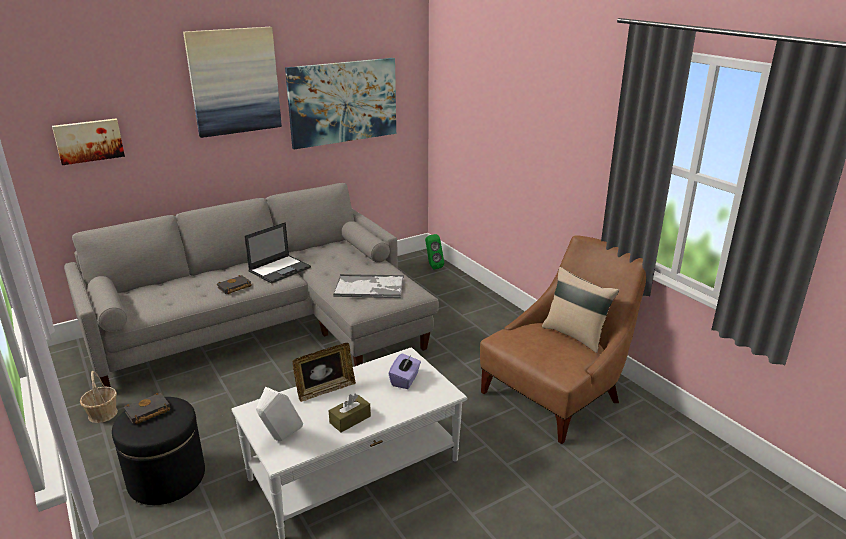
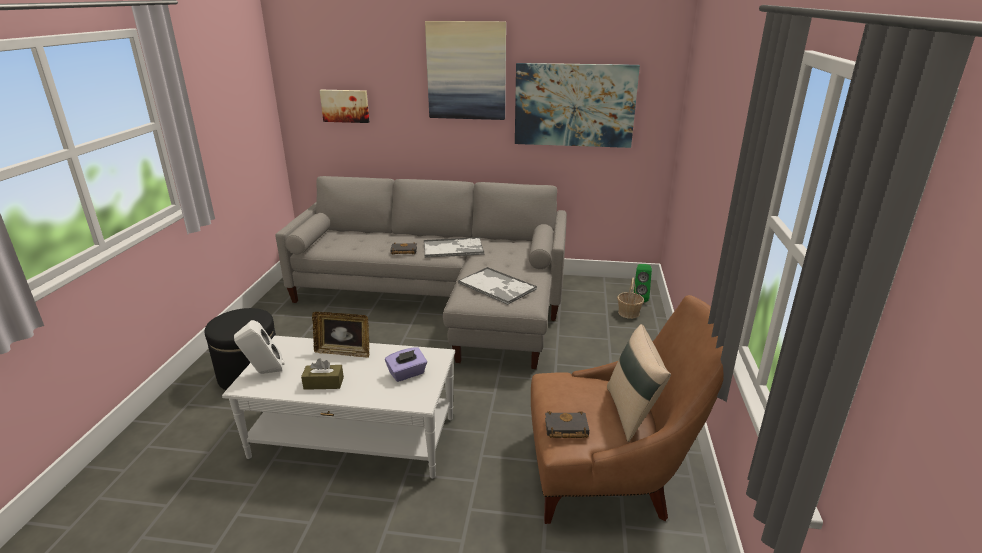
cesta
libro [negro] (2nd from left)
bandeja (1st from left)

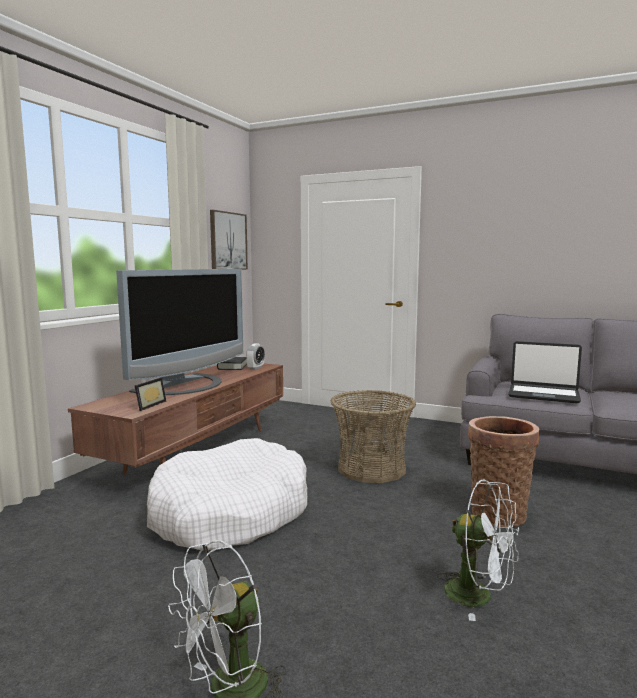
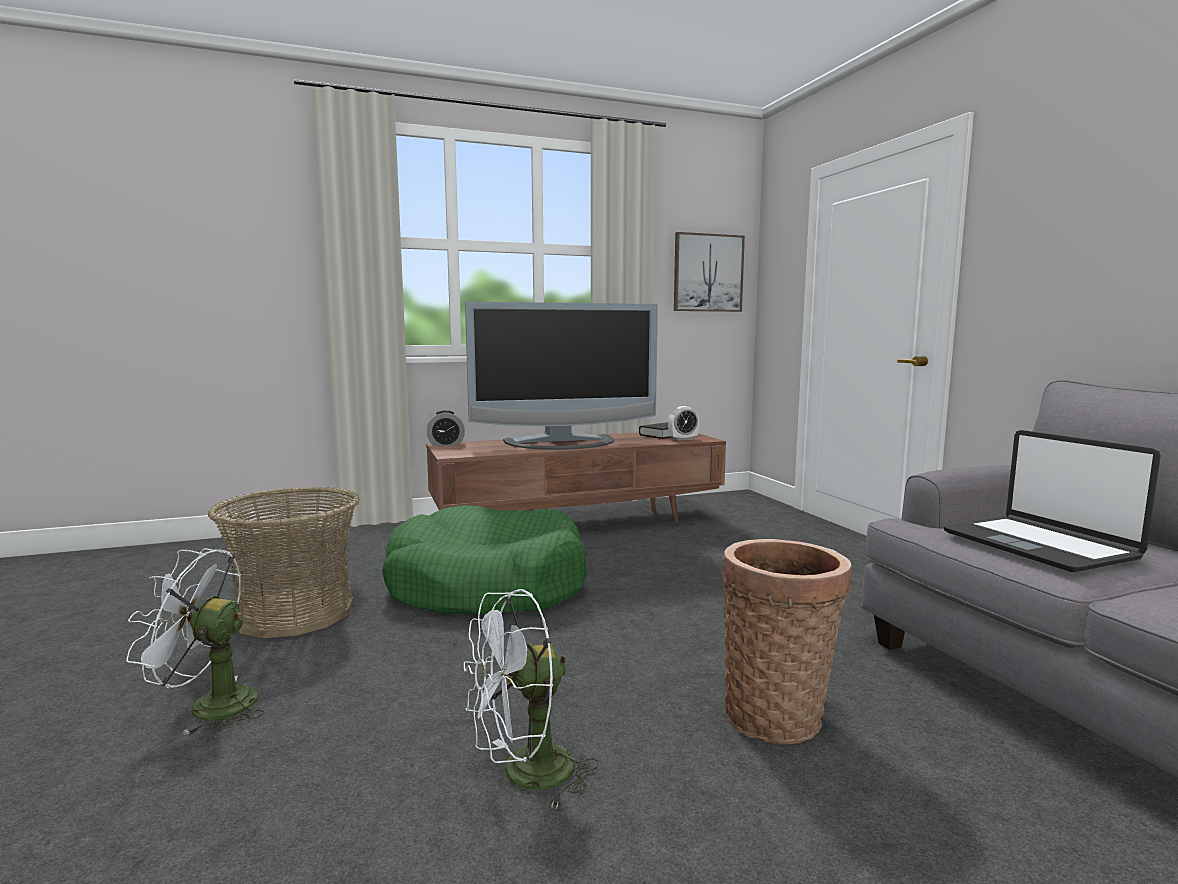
portarretratos
cama para perro [verde]
cesta (1st from left)
ventilador [blanco] (2nd from left)
despertador (1st from left)

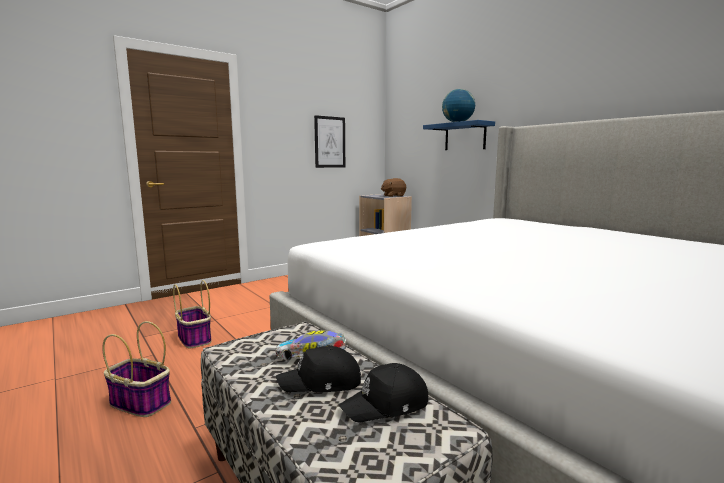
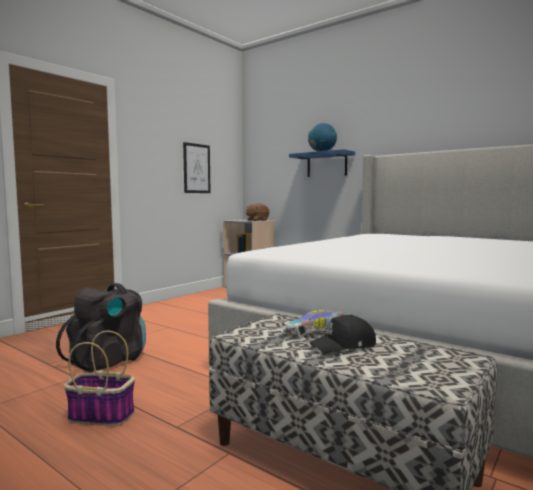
mochila [negro]
gorra [negro] (2nd from left in the first image)

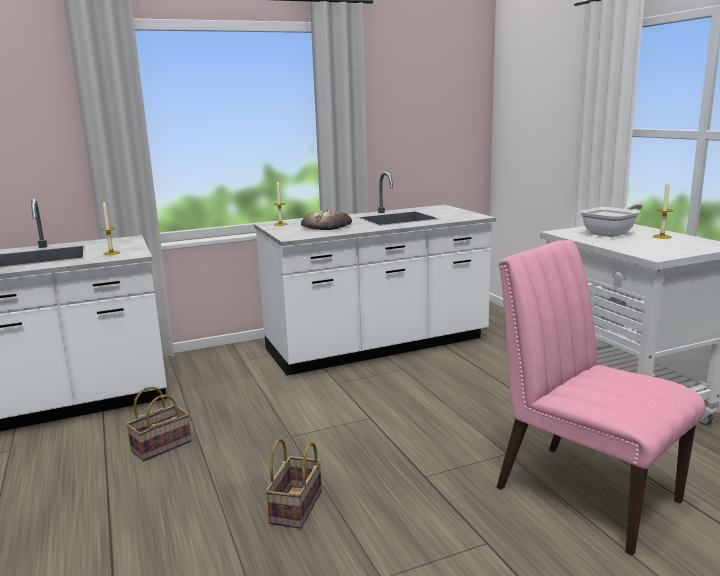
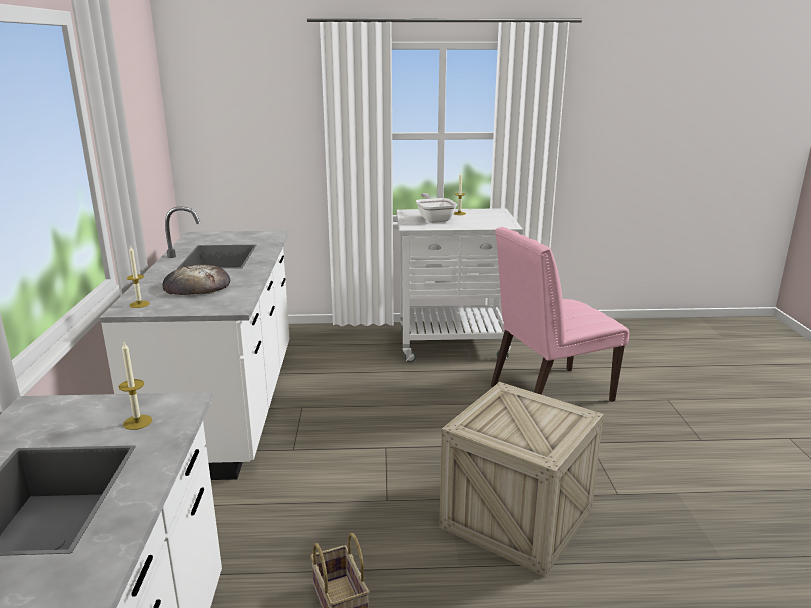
caja de embalaje

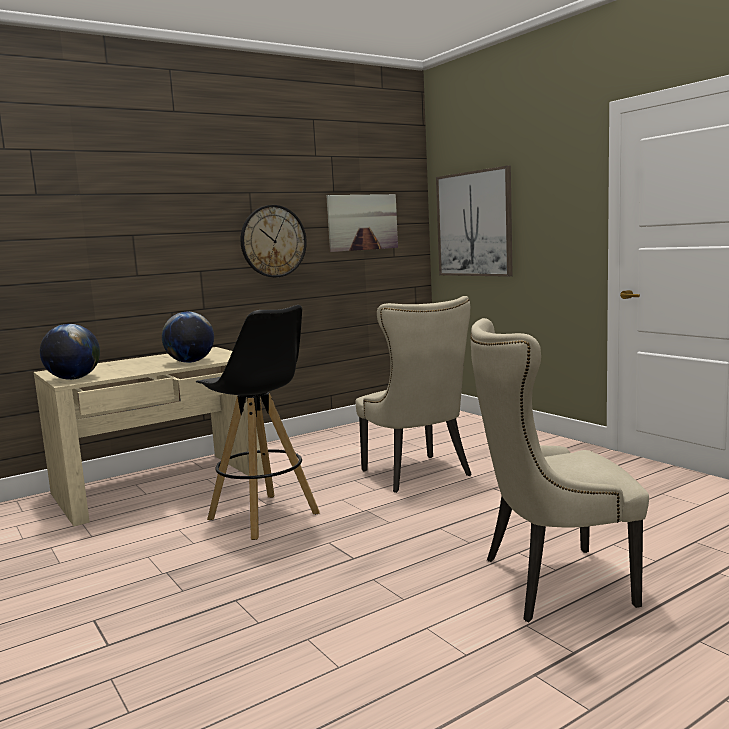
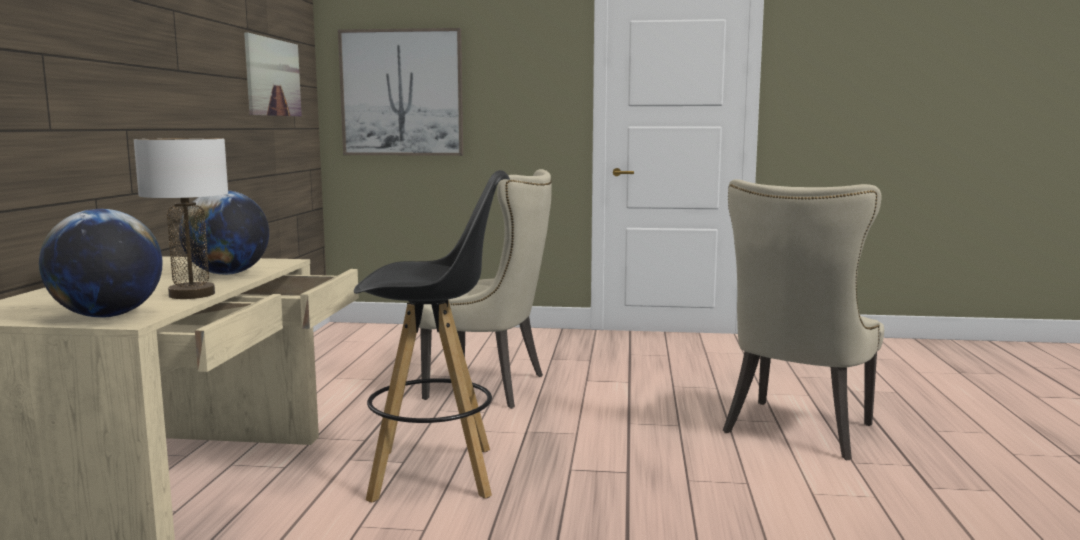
reloj de pared
lámpara de mesa

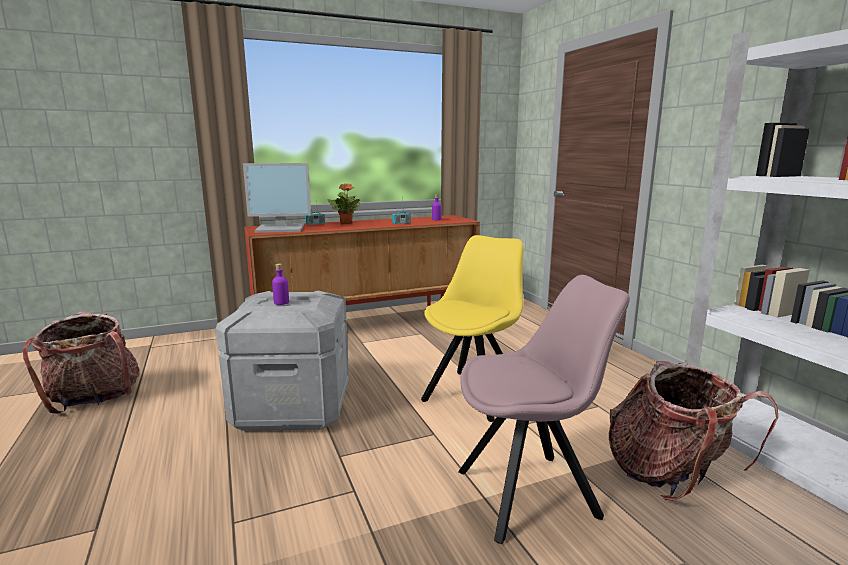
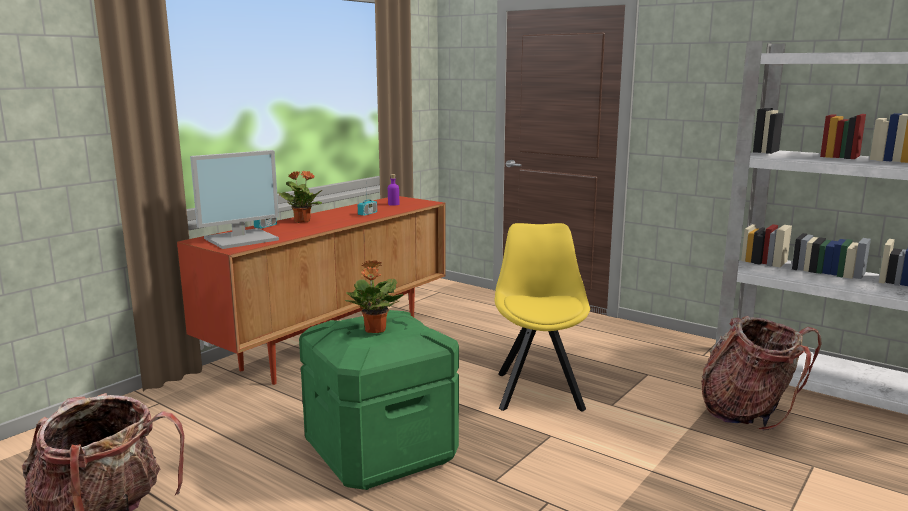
caja de almacenaje [verde]
planta en maceta (2nd from left)
silla [rosa]

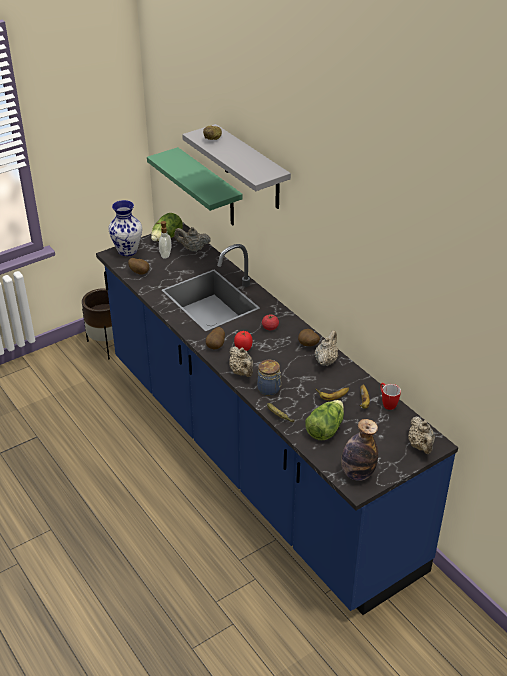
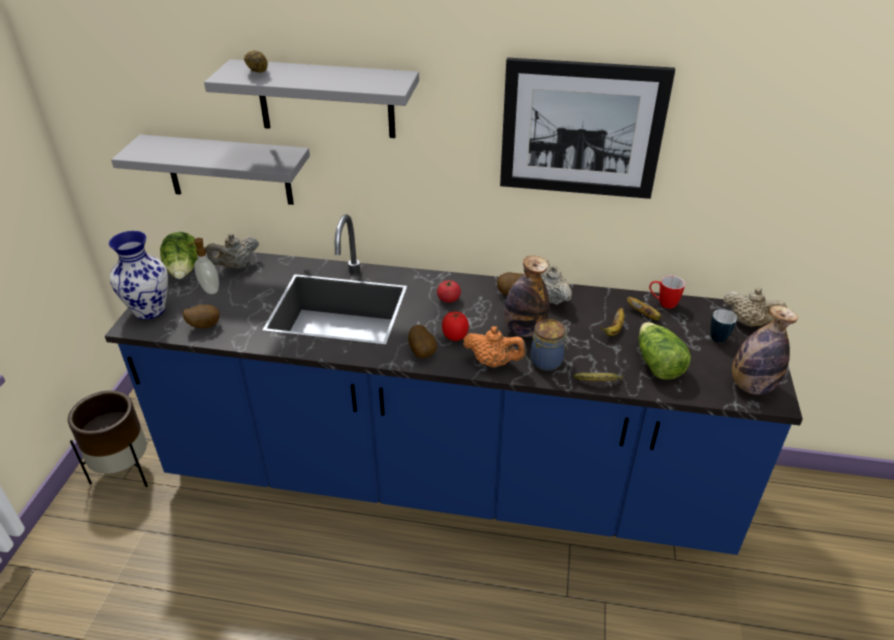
estante [gris] (1st from left)
tetera [naranja]
cuadro
botella (1st from left)
taza grande (2nd from left)

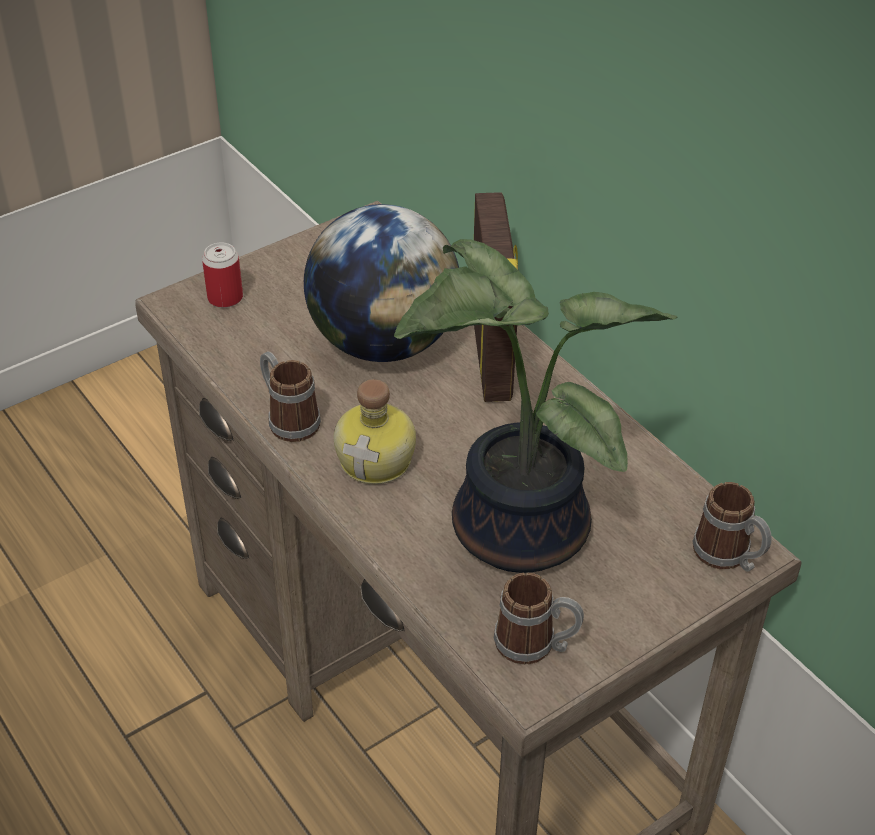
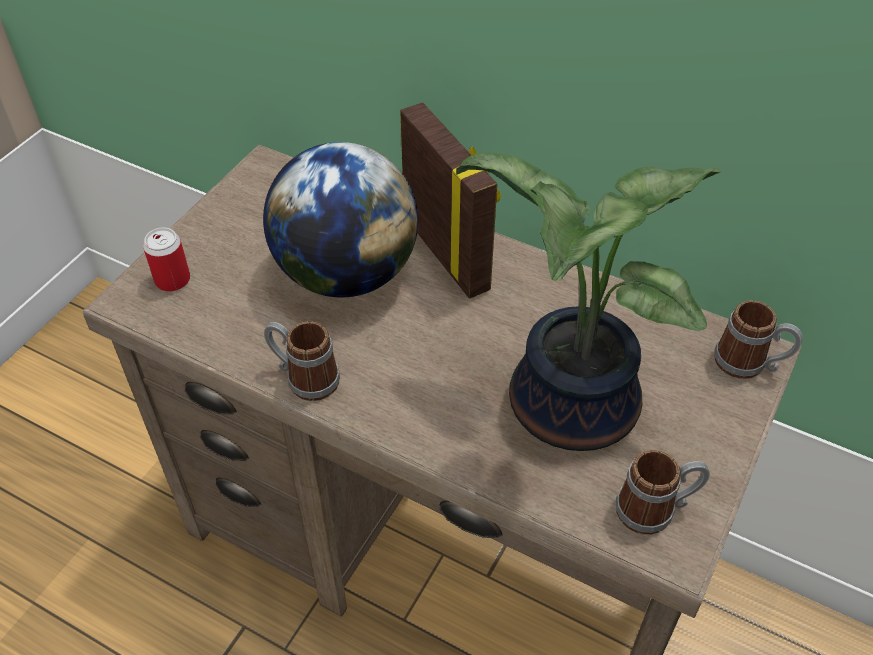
botella

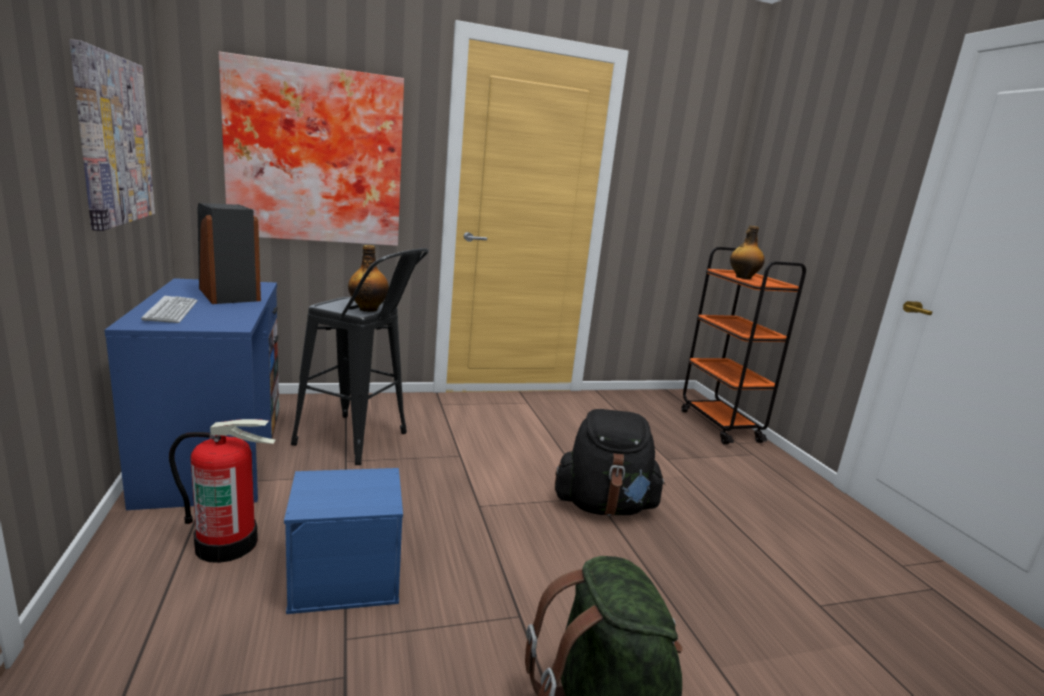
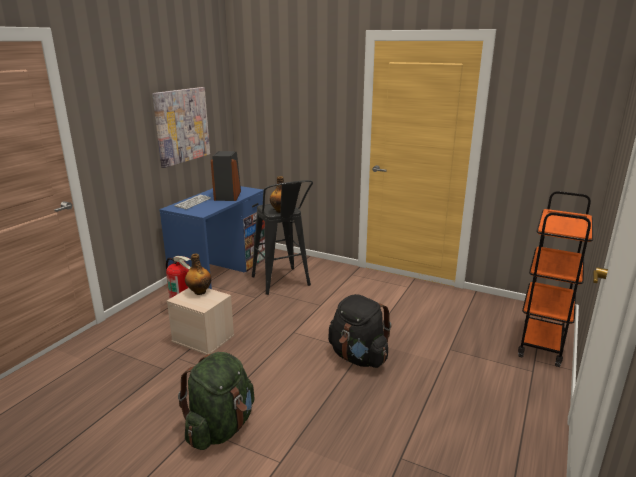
cuadro (2nd from left in the first image)
caja de almacenaje [beis]
botella (1st from left)

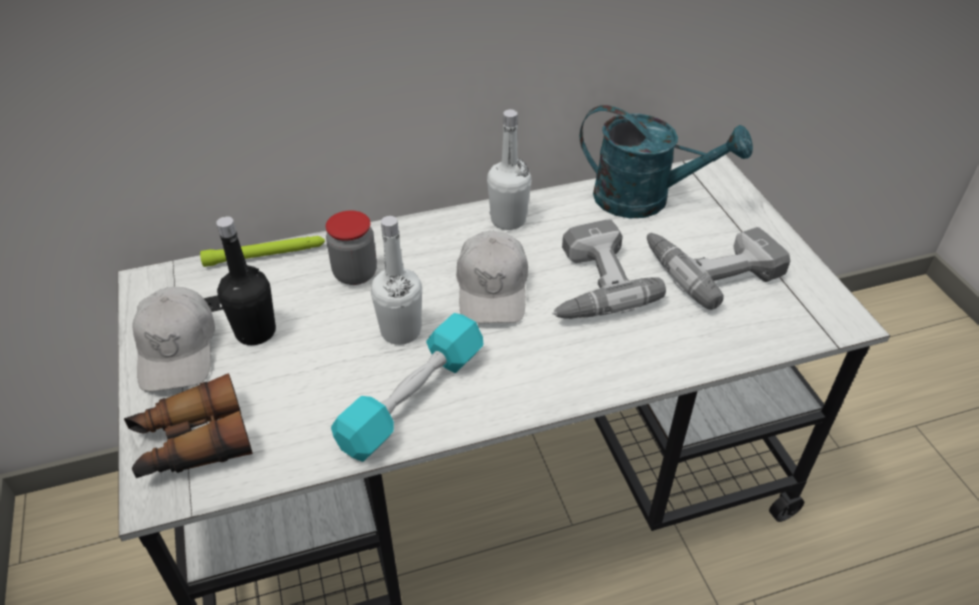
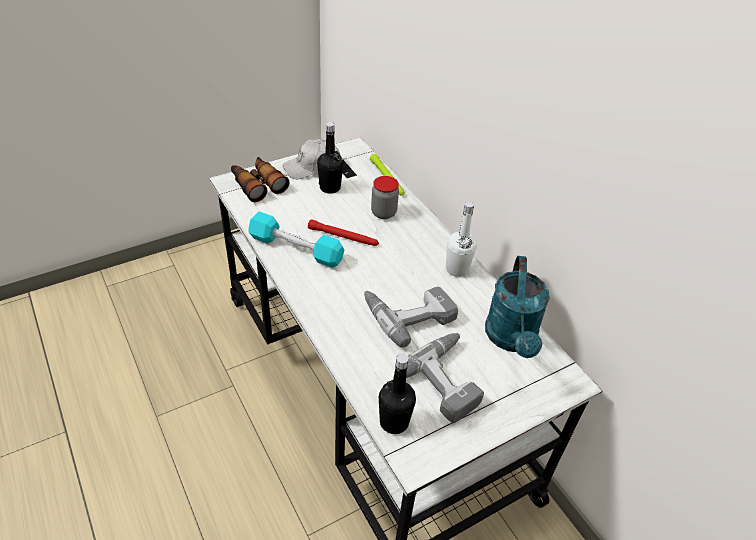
linterna [rojo]
gorra [blanco] (2nd from left in the first image)
botella [negro] (2nd from left)

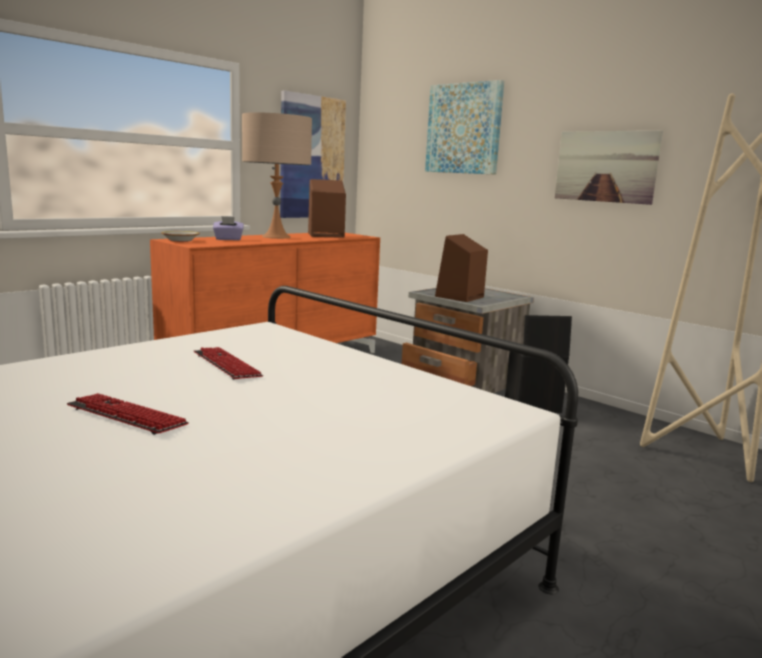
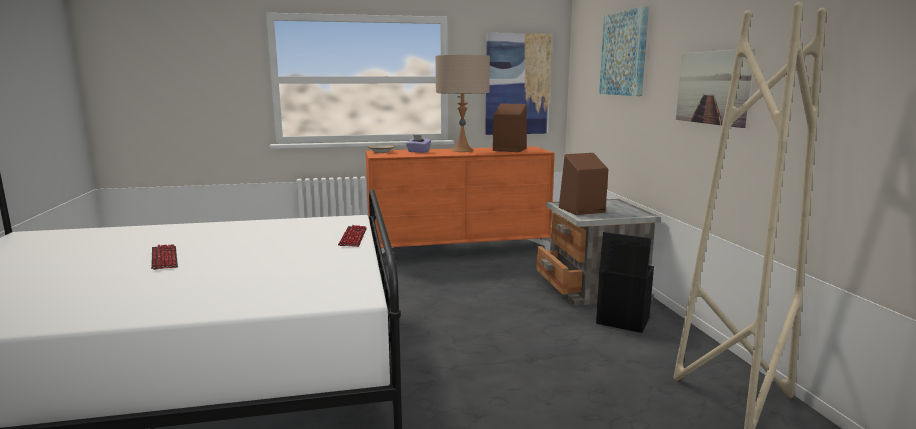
teclado (2nd from left)

